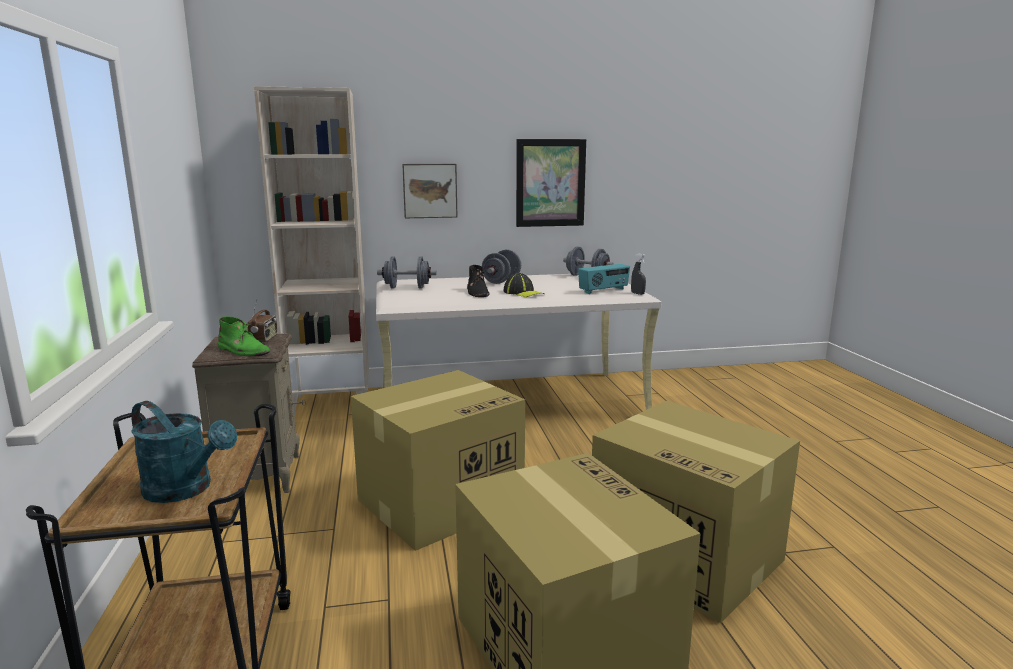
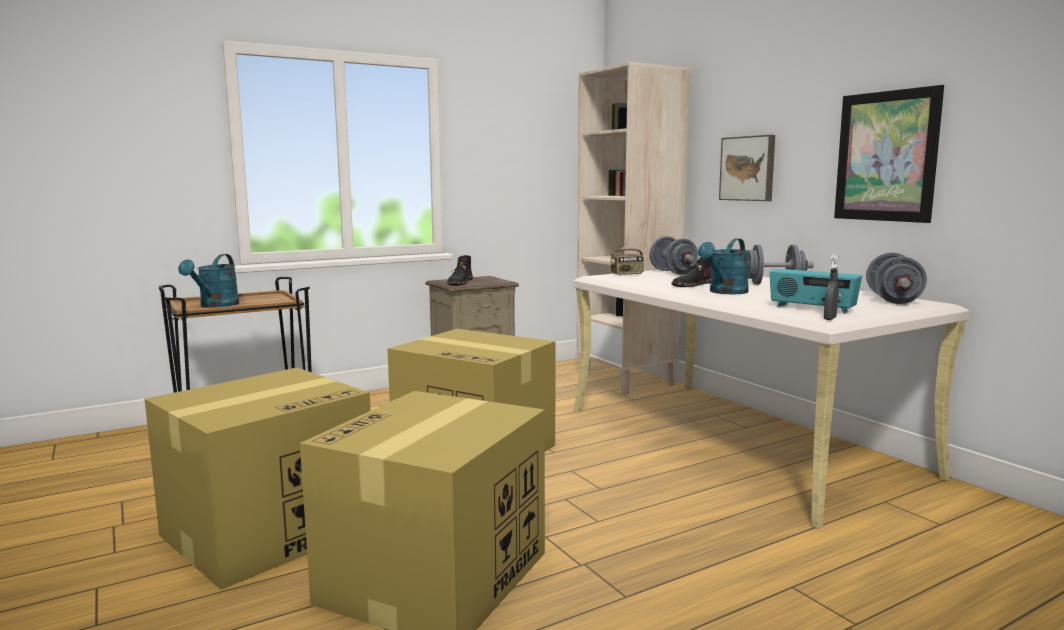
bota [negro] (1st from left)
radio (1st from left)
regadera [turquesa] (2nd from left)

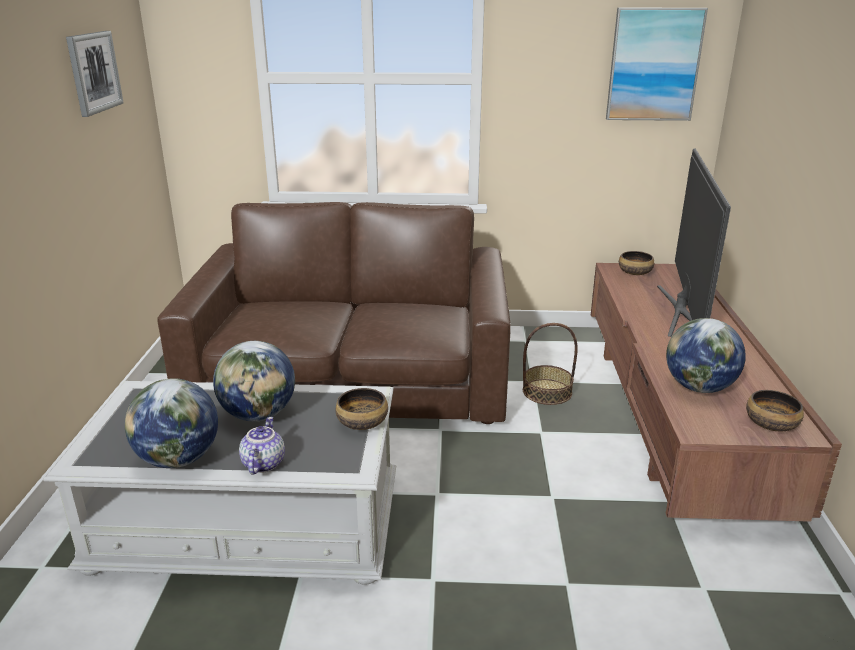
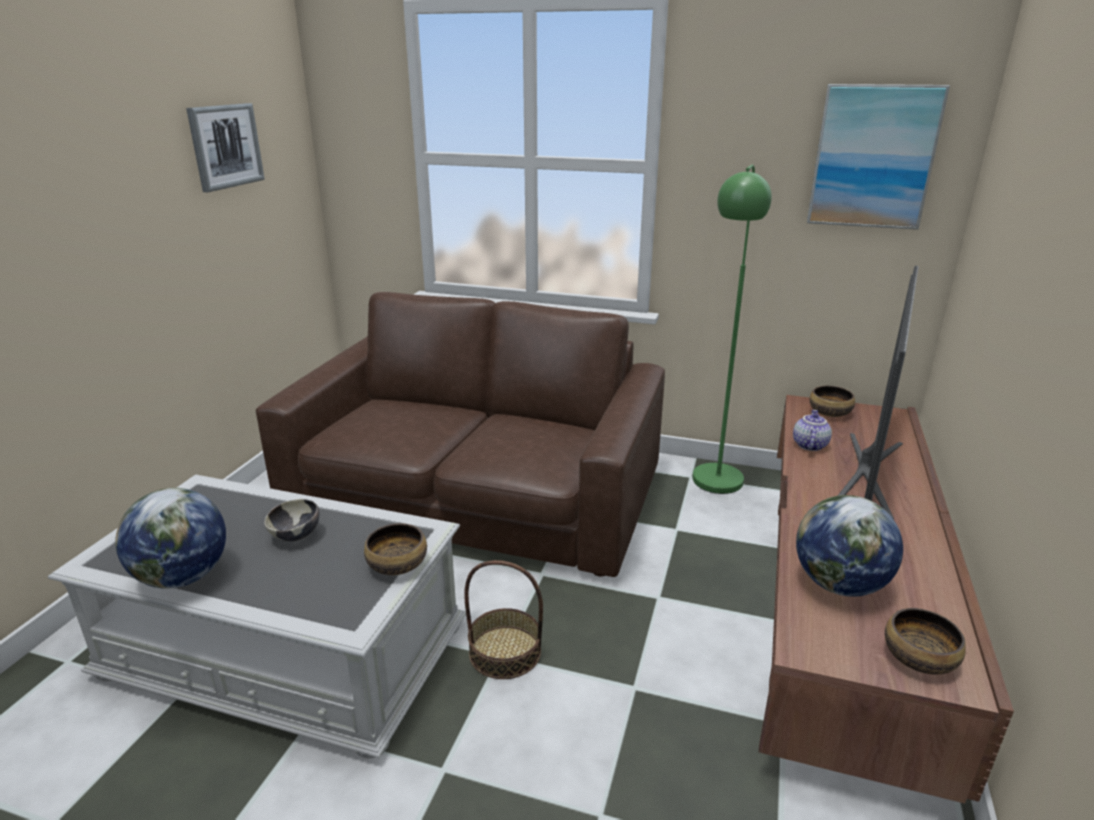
cuenco (1st from left)
tetera
cesta
lámpara de pie [verde]

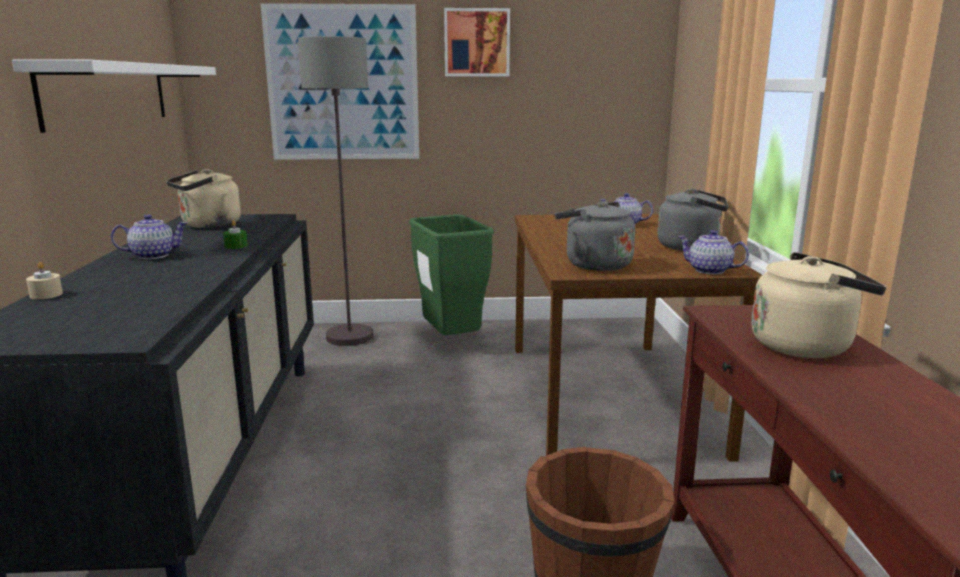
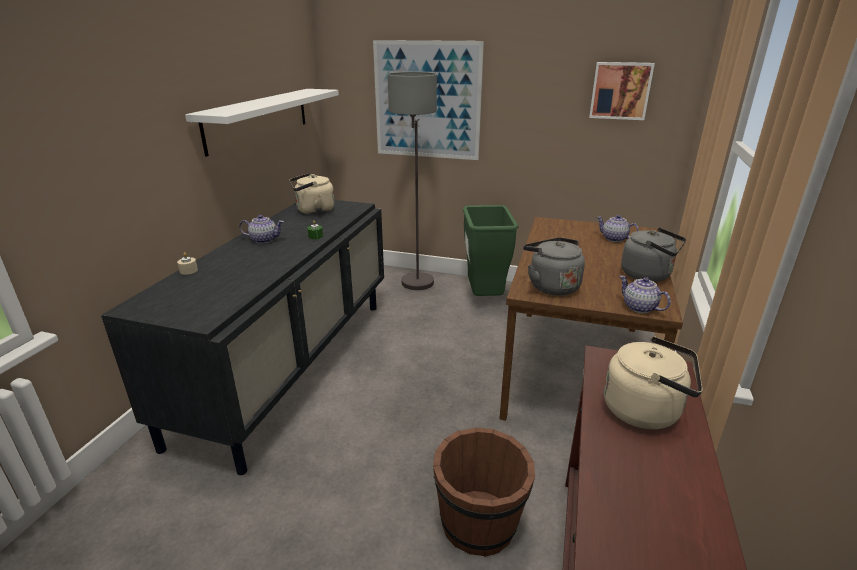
cuadro (2nd from left)

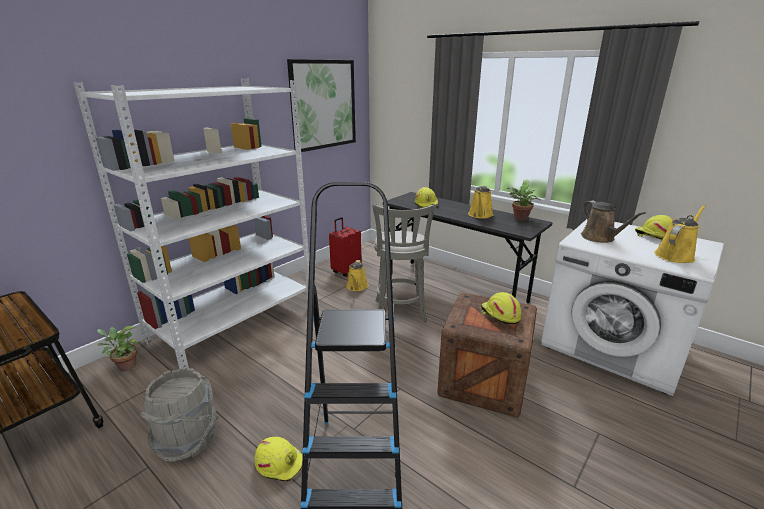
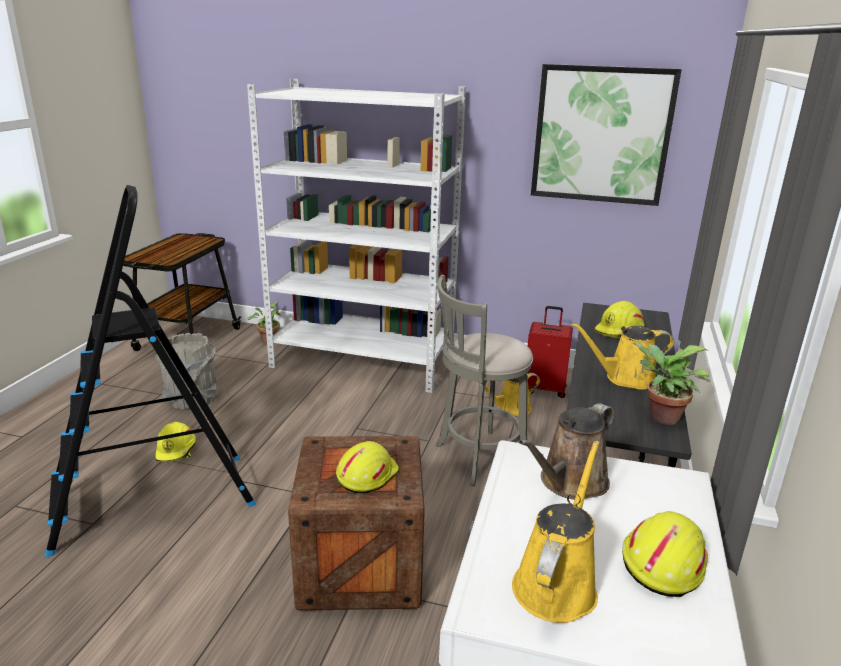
regadera [amarillo] (2nd from left)

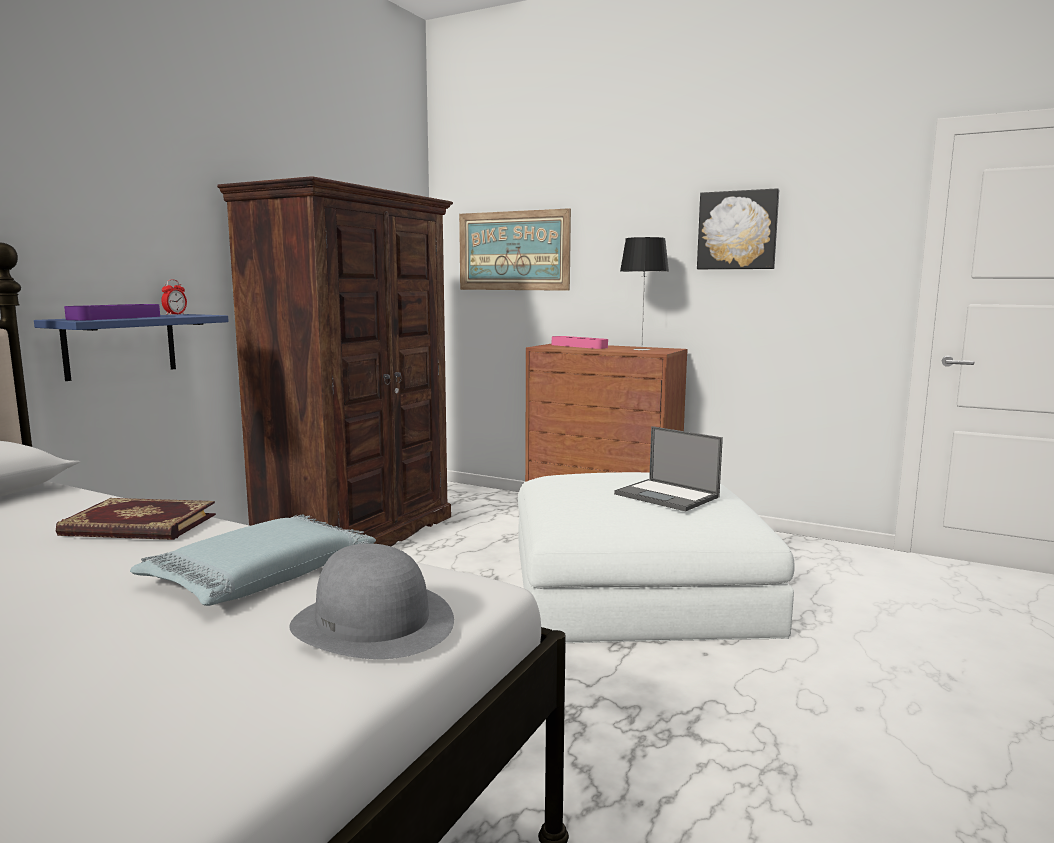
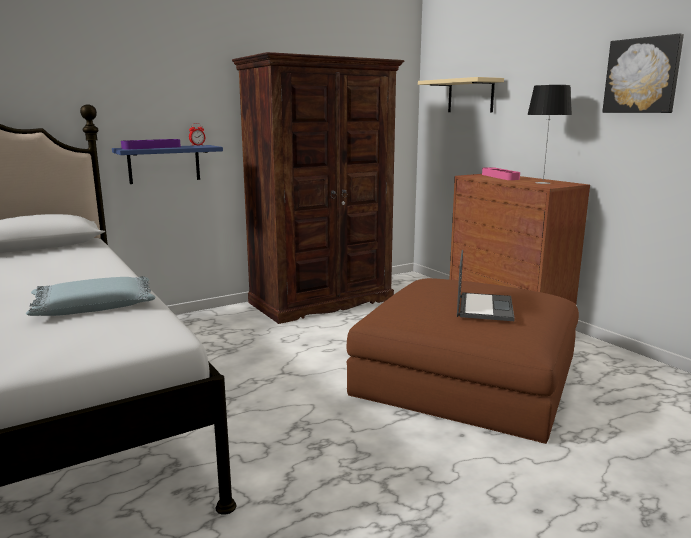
libro
sombrero [gris]
estante [beis]
puf [marrón]
portátil

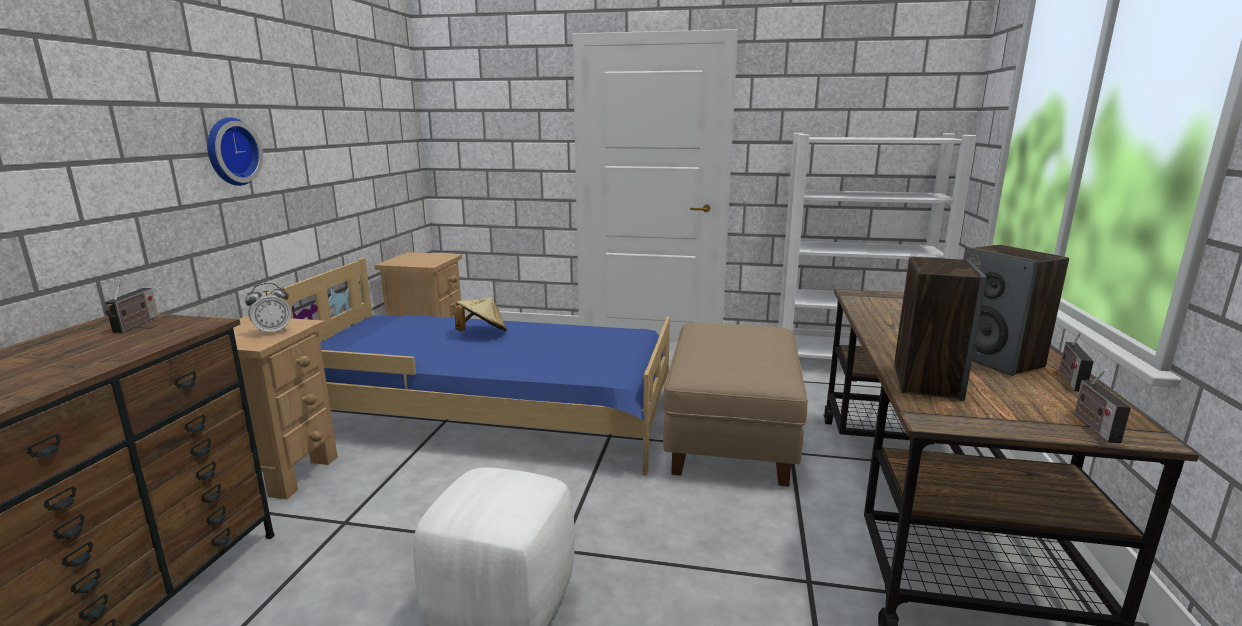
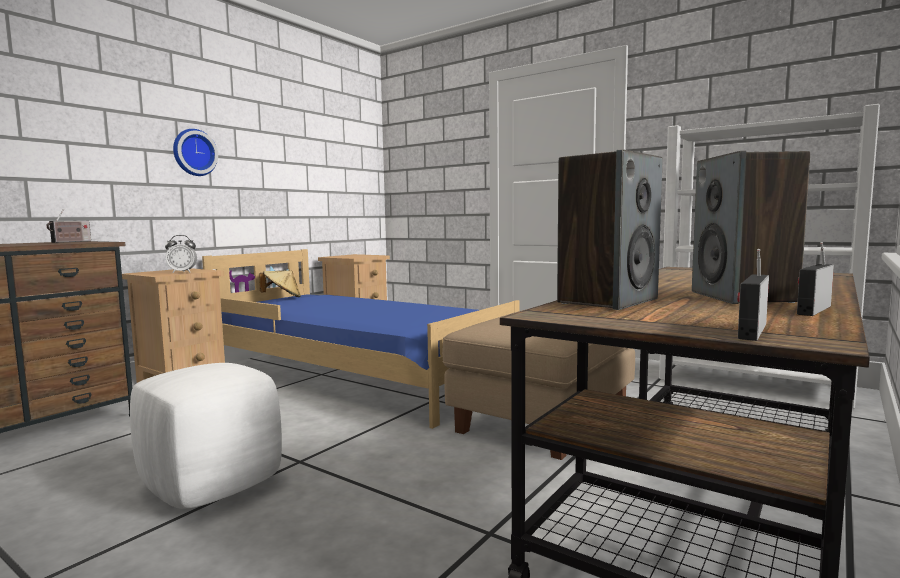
sombrero [beis]

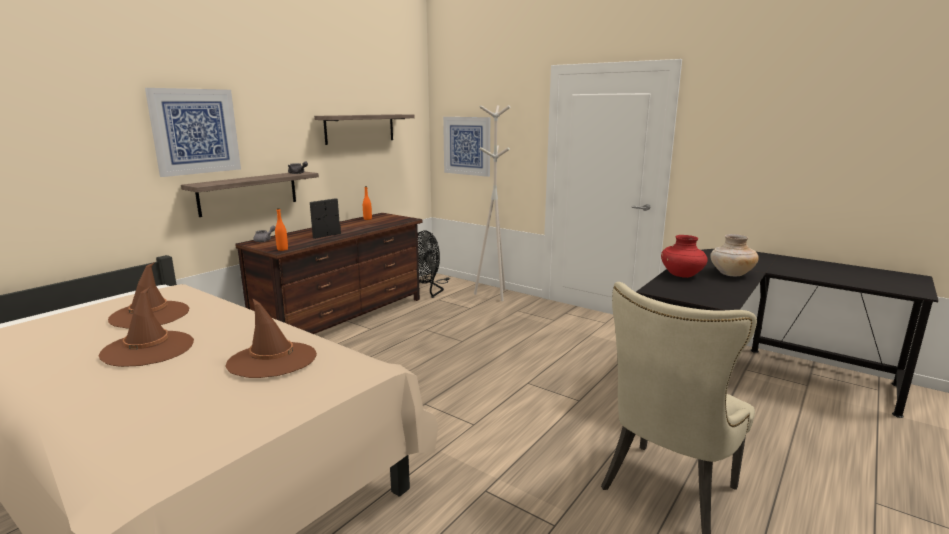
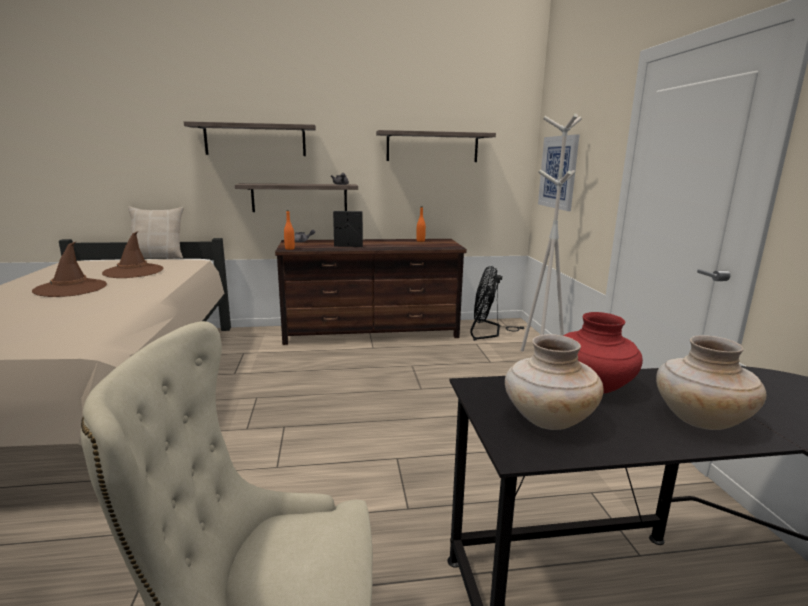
estante (1st from left)
sombrero [marrón] (3rd from left in the first image)
cojín [beis]
florero [beis] (1st from left)

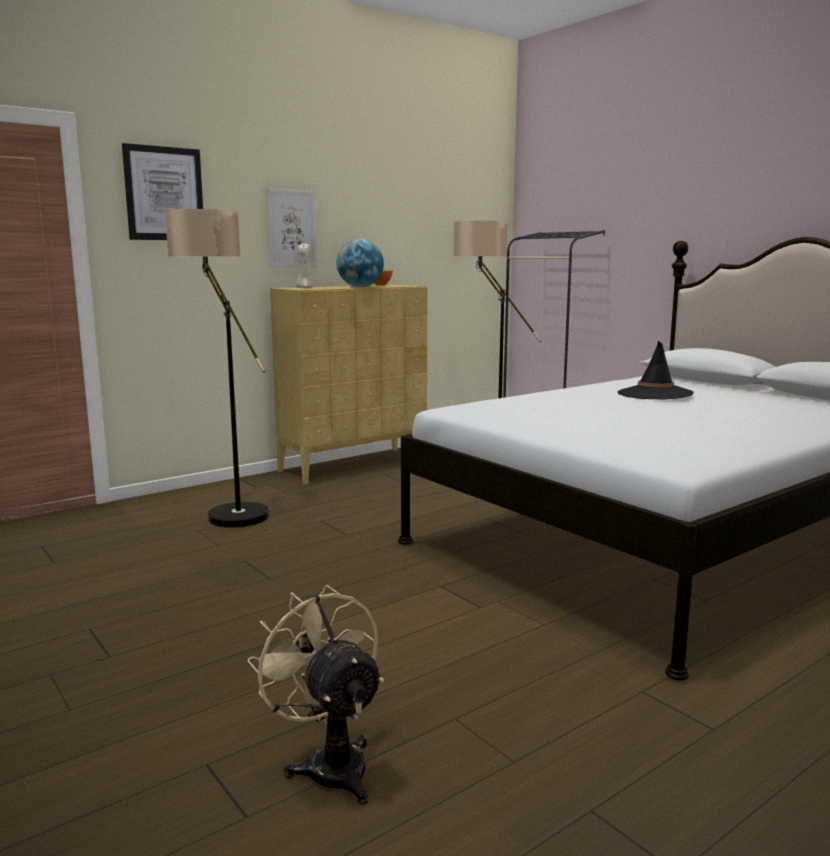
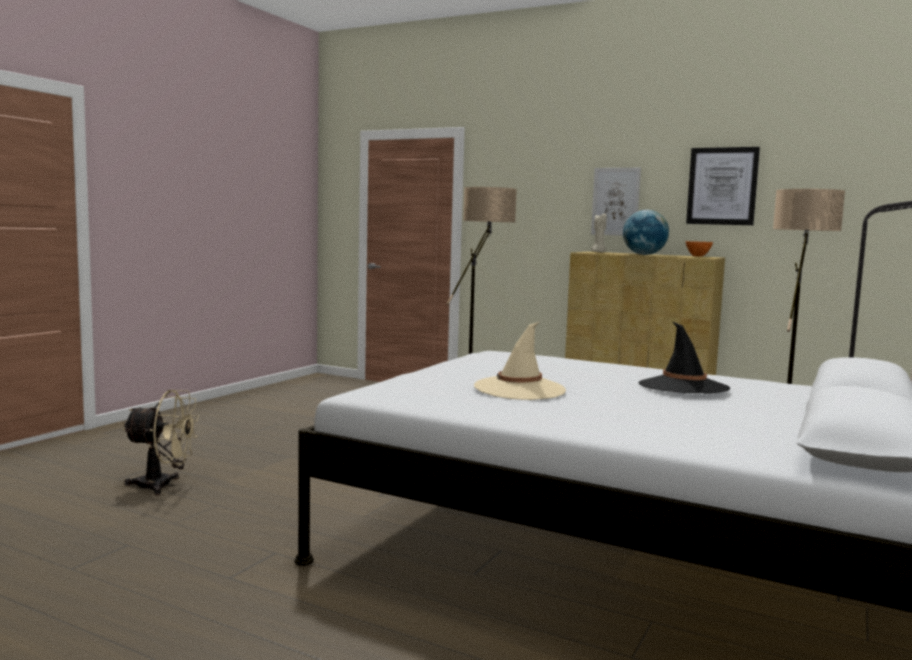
cuadro (2nd from left)
ventilador [beis]
sombrero [beis]

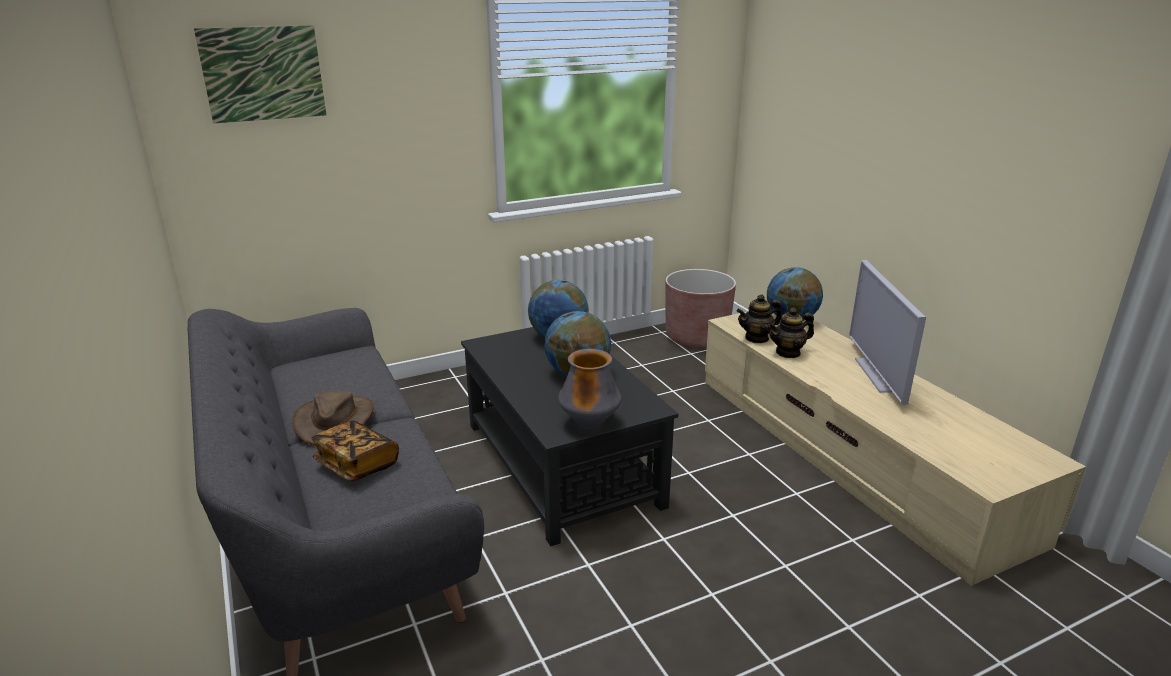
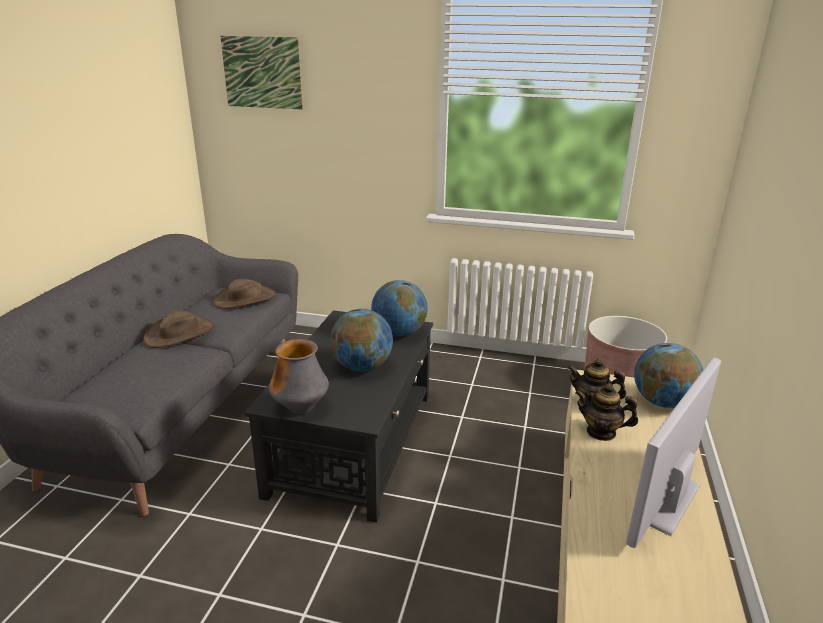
libro
sombrero [marrón] (2nd from left)

